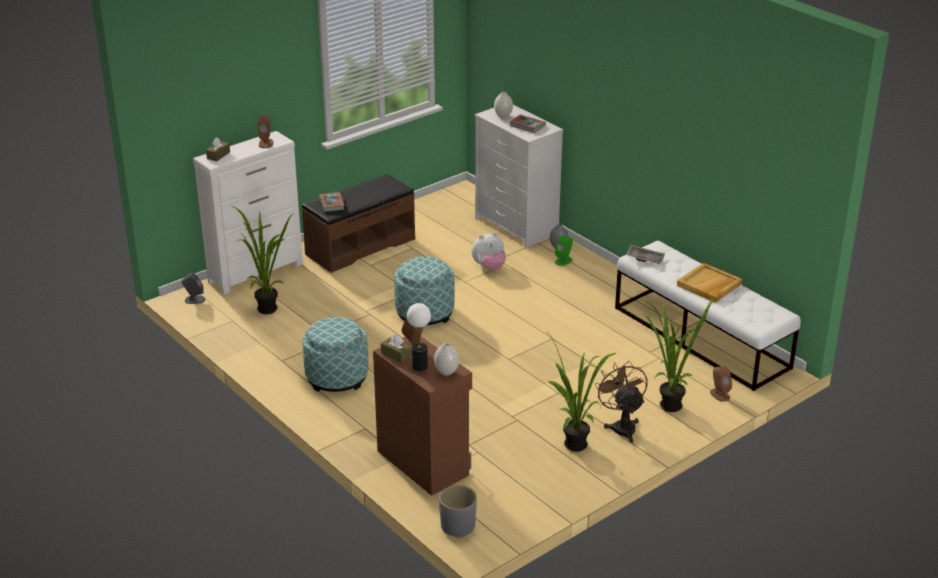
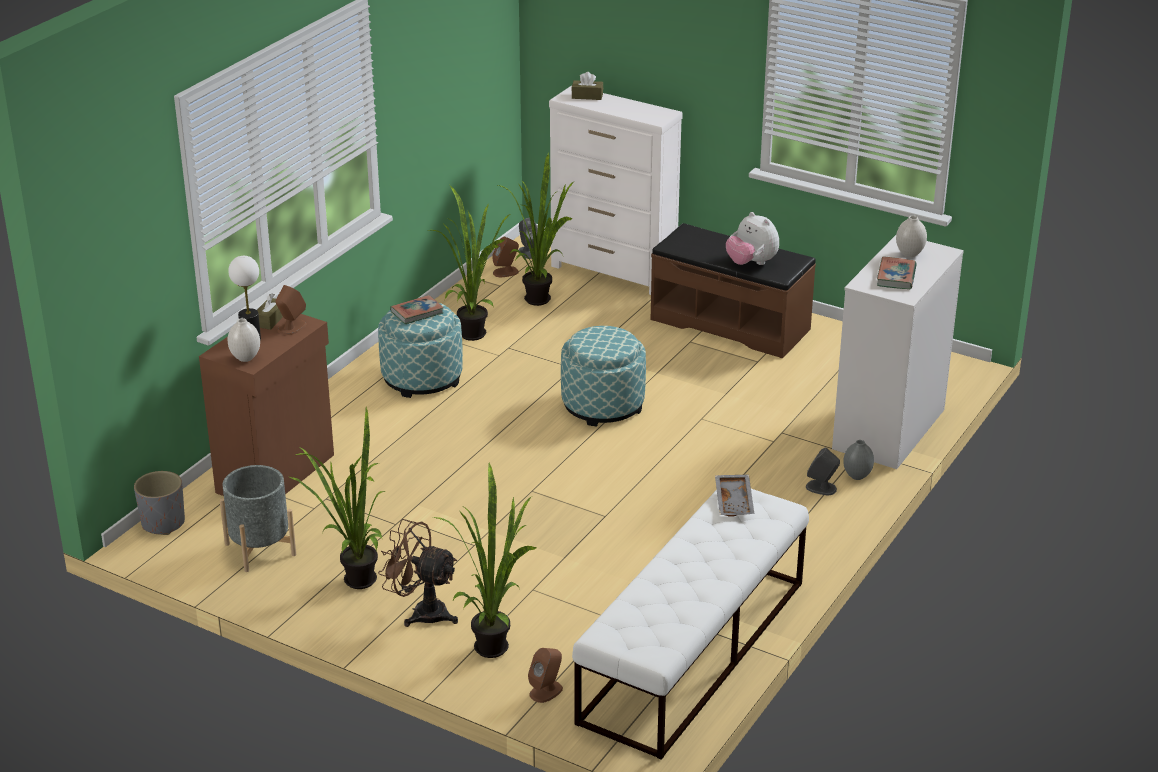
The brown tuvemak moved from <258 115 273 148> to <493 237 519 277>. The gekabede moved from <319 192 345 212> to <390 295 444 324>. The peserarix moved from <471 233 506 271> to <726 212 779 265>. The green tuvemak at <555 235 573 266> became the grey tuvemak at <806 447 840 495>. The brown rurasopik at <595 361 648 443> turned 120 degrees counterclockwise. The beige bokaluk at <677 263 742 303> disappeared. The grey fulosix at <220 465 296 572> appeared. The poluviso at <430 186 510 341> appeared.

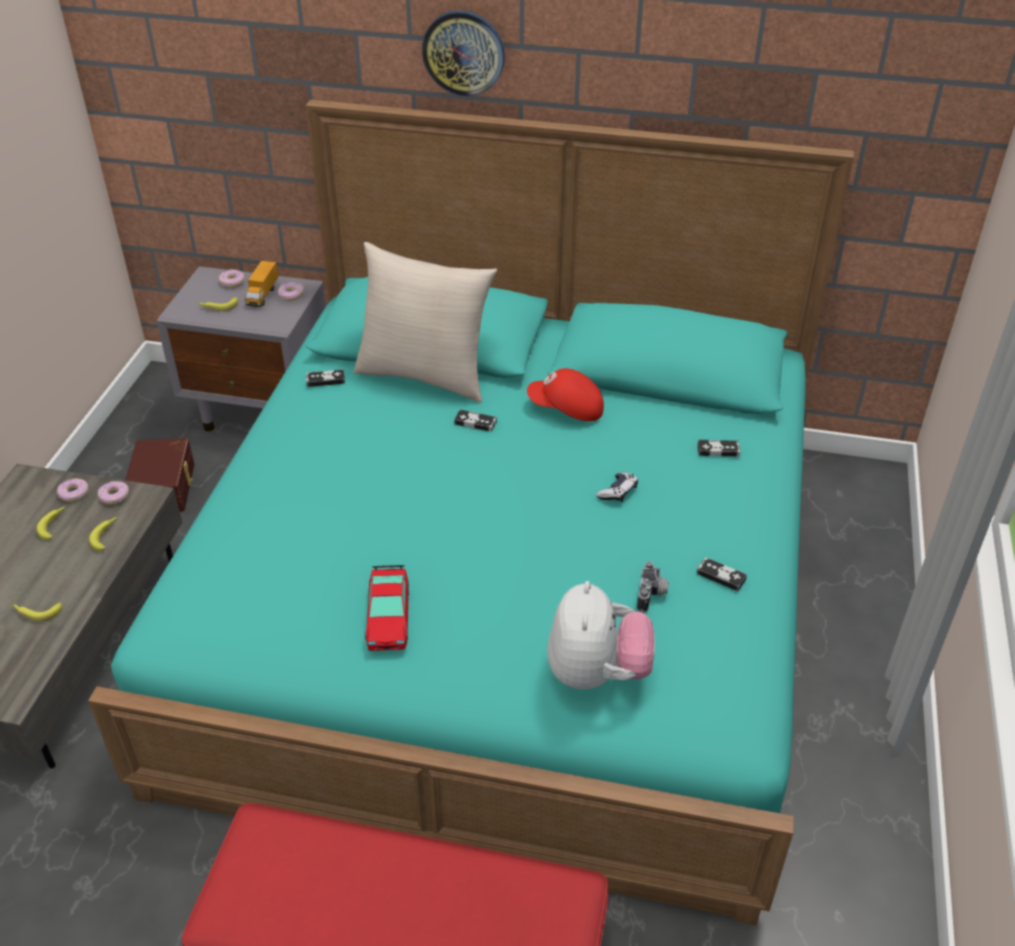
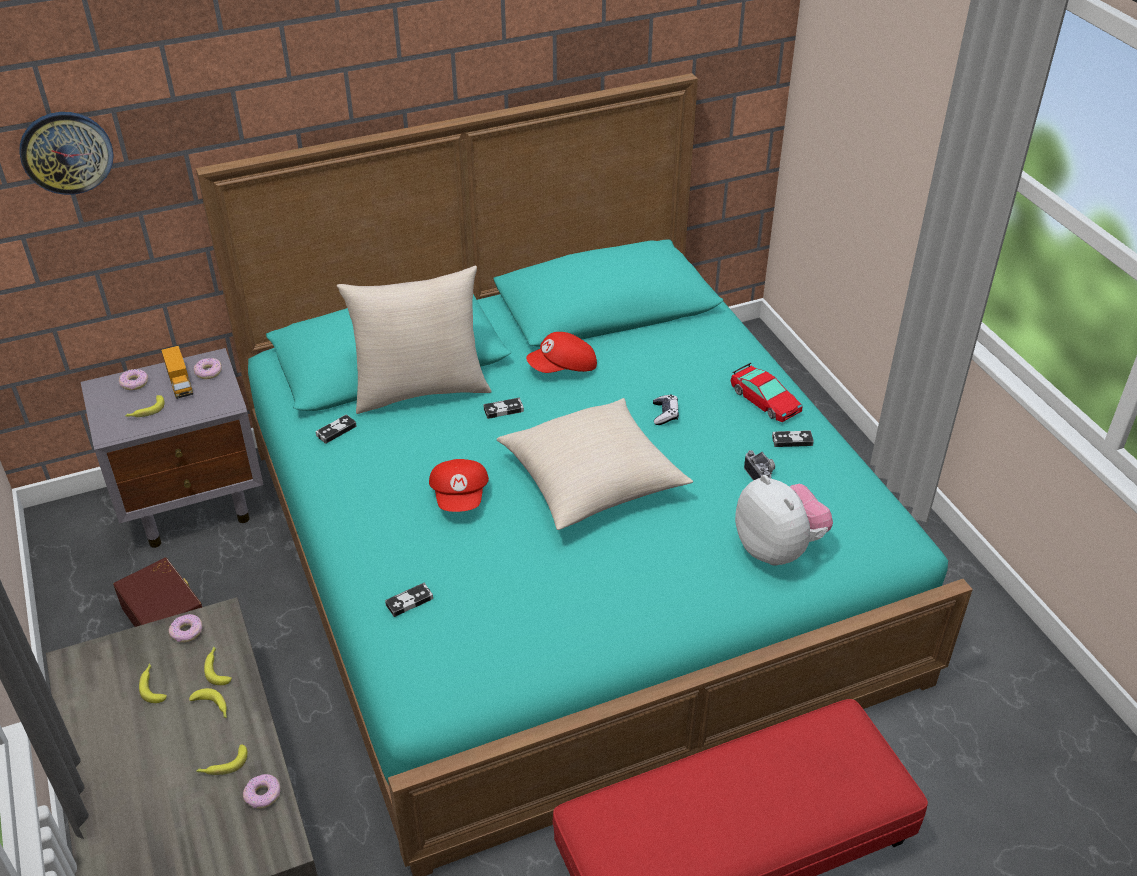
The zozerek moved from <57 478 89 502> to <243 774 280 809>. The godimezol moved from <365 565 409 651> to <731 363 802 422>. The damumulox moved from <422 10 505 96> to <19 112 114 195>. The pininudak moved from <697 440 740 457> to <385 583 433 617>. The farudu at <189 688 227 718> appeared. The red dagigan at <429 459 489 512> appeared. The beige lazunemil at <497 398 693 530> appeared.

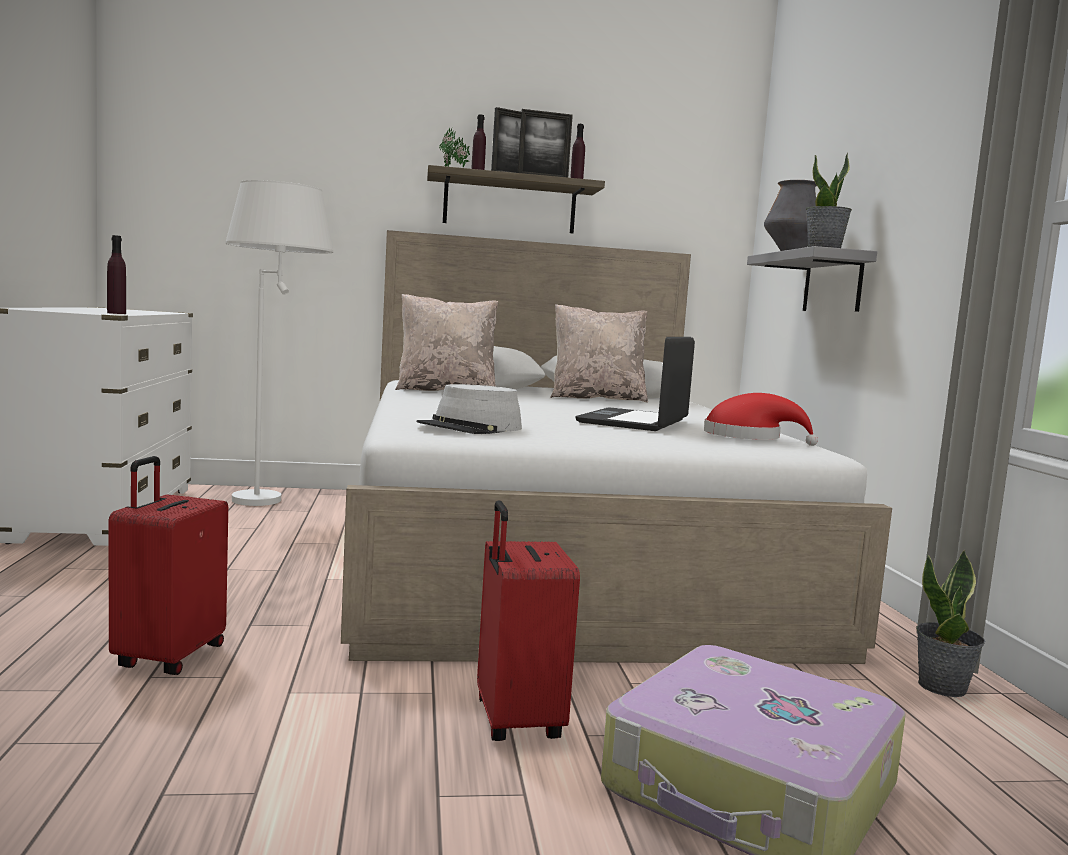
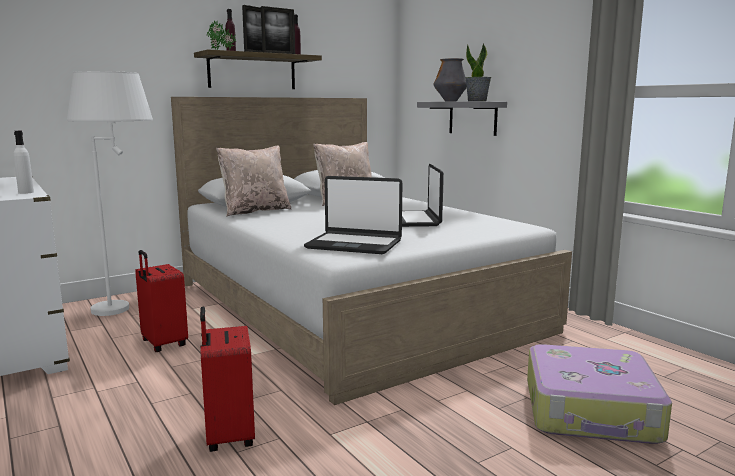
The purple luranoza at <107 235 126 314> became the white luranoza at <14 131 34 194>. The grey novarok at <417 384 522 434> was replaced by the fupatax at <304 176 402 254>. The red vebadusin moved from <477 500 580 741> to <135 250 188 352>. The red novarok at <704 393 818 446> disappeared. The poluviso at <916 550 985 697> disappeared.

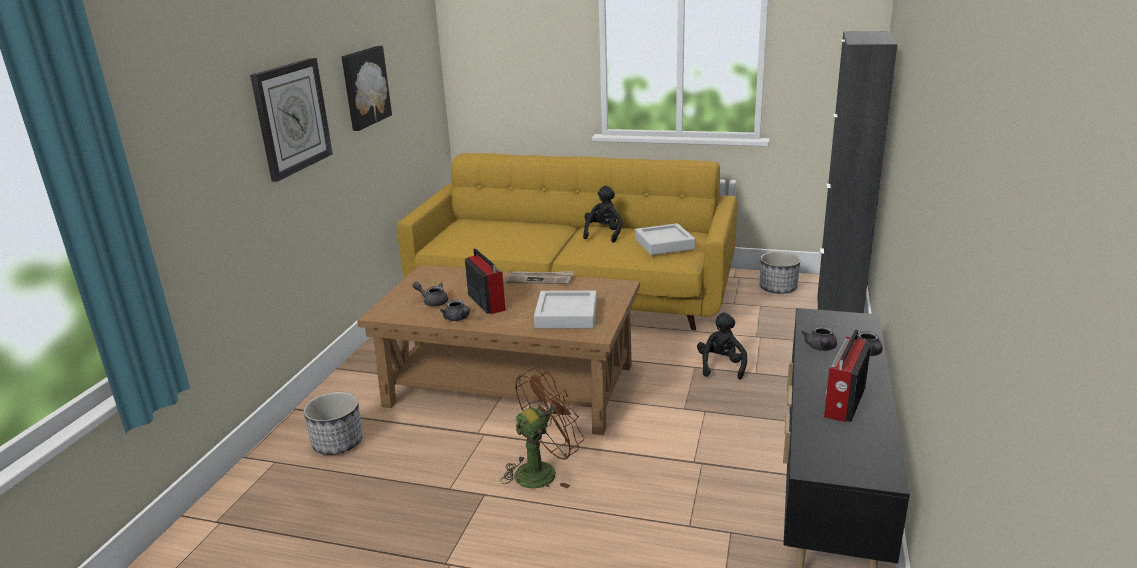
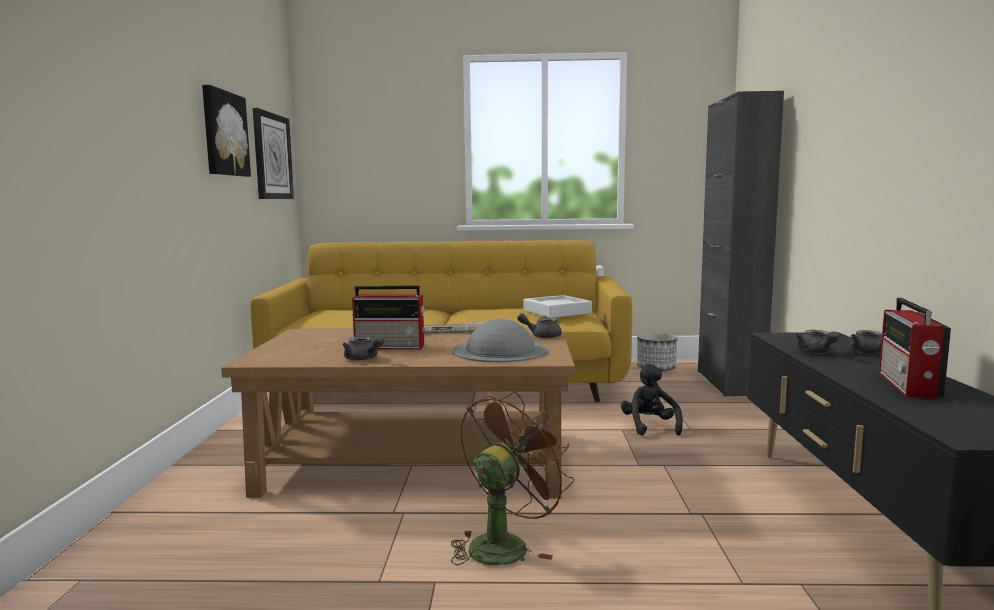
The damumulox moved from <250 58 333 182> to <253 108 294 199>. The fulosix at <303 392 363 455> disappeared. The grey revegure moved from <413 282 448 306> to <517 313 561 339>. The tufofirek at <465 248 506 314> turned 135 degrees clockwise. The grey bokaluk at <534 290 597 328> was replaced by the grey novarok at <452 319 549 362>. The black peserarix at <583 186 623 243> disappeared.

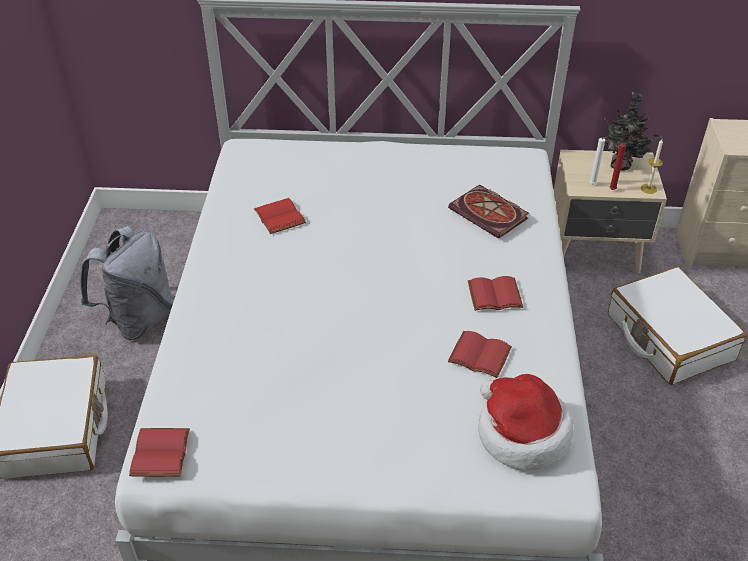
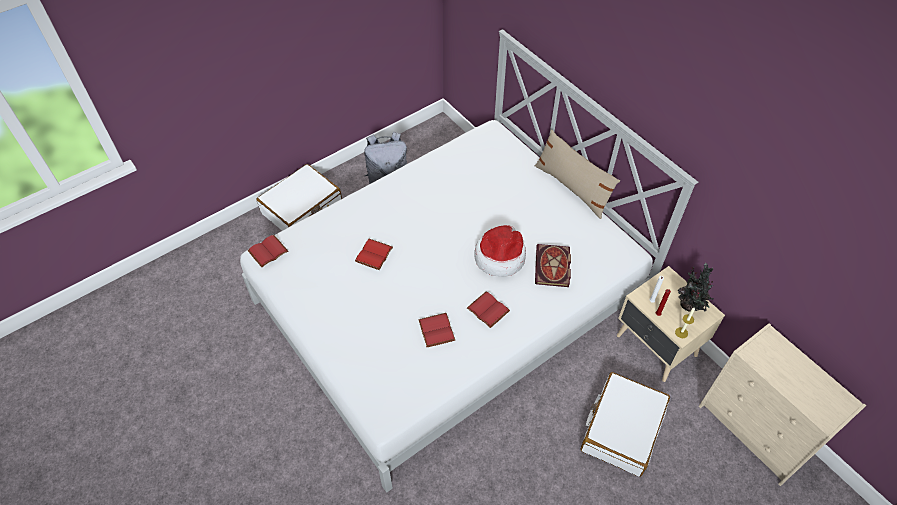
The red gekabede moved from <254 198 306 234> to <355 239 393 270>. The novarok moved from <478 374 573 470> to <474 225 526 277>. The beige lazunemil at <535 129 620 219> appeared.

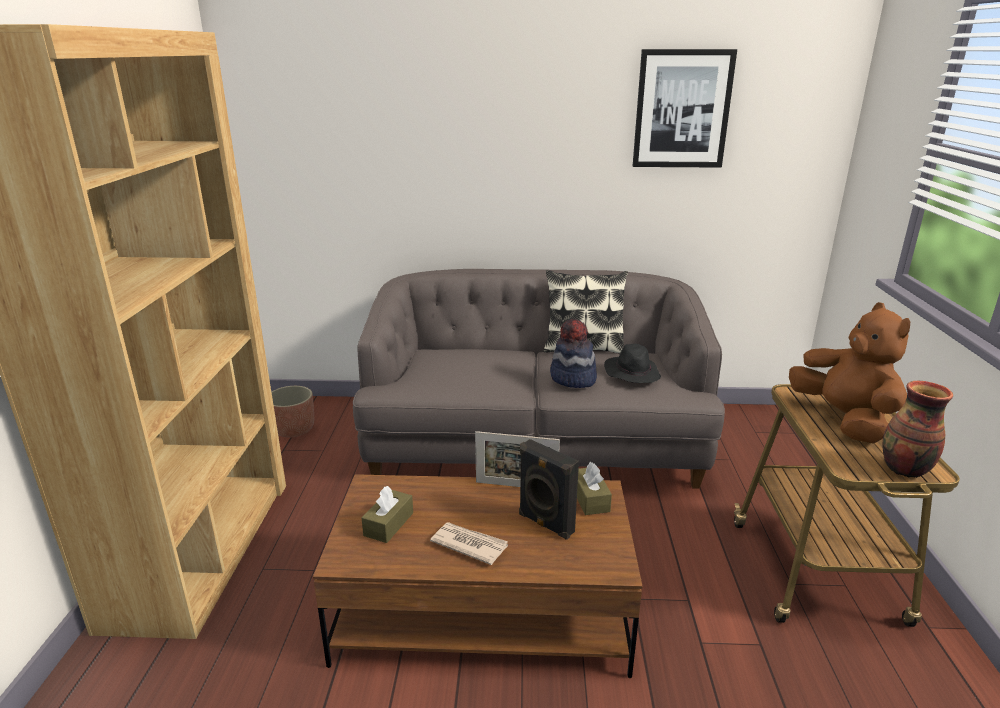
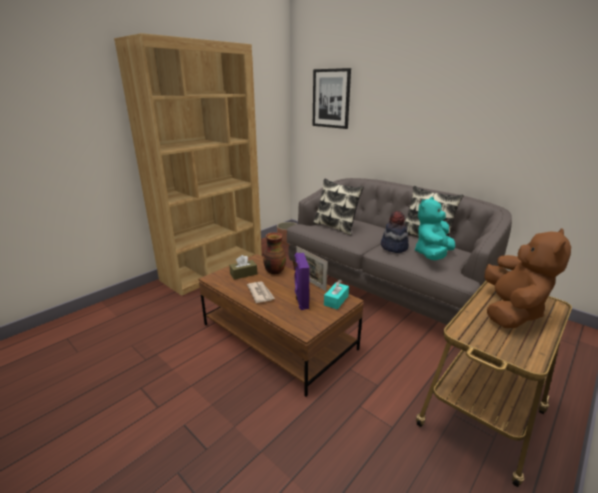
The black tuvemak at <519 439 579 540> became the purple tuvemak at <295 253 310 310>. The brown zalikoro at <577 462 612 515> became the turquoise zalikoro at <324 280 349 309>. The black novarok at <604 344 661 383> was replaced by the turquoise peserarix at <415 197 455 260>. The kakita moved from <633 49 737 168> to <313 68 351 129>. The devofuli moved from <882 381 953 478> to <263 232 286 275>. The lazunemil at <313 178 364 235> appeared.

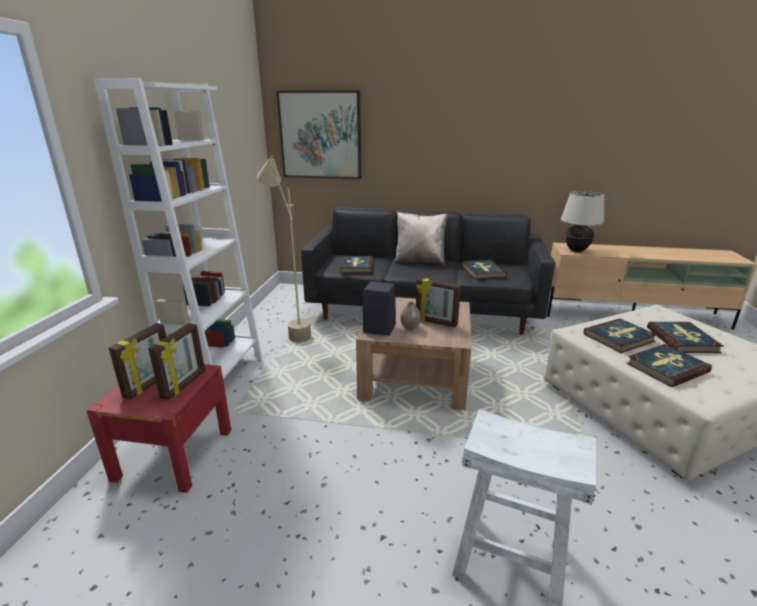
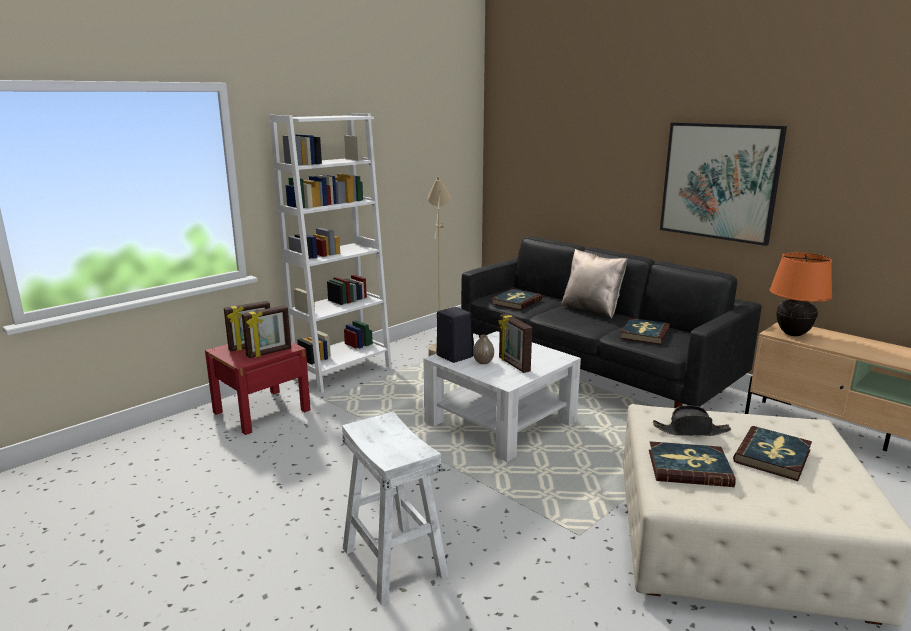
The kakita moved from <276 90 361 179> to <660 122 787 246>. The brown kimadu at <356 297 471 410> became the white kimadu at <424 331 581 462>. The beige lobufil at <561 191 605 252> became the orange lobufil at <769 252 833 336>. The gekabede at <584 318 657 353> was replaced by the black novarok at <653 405 731 436>.

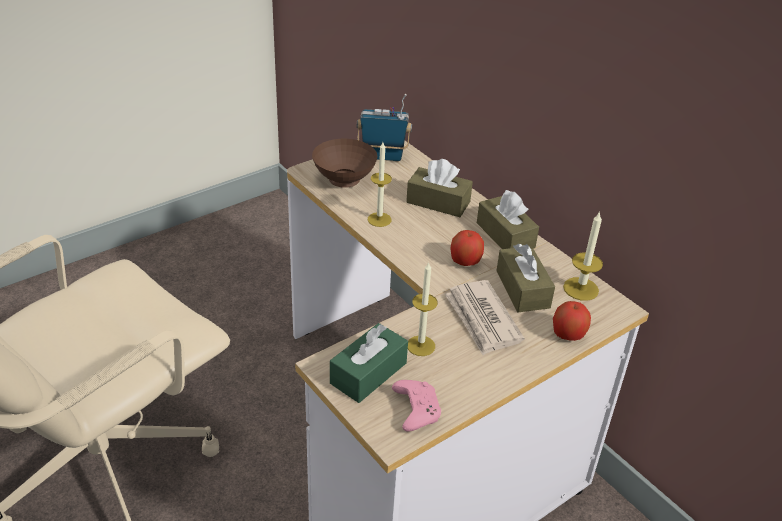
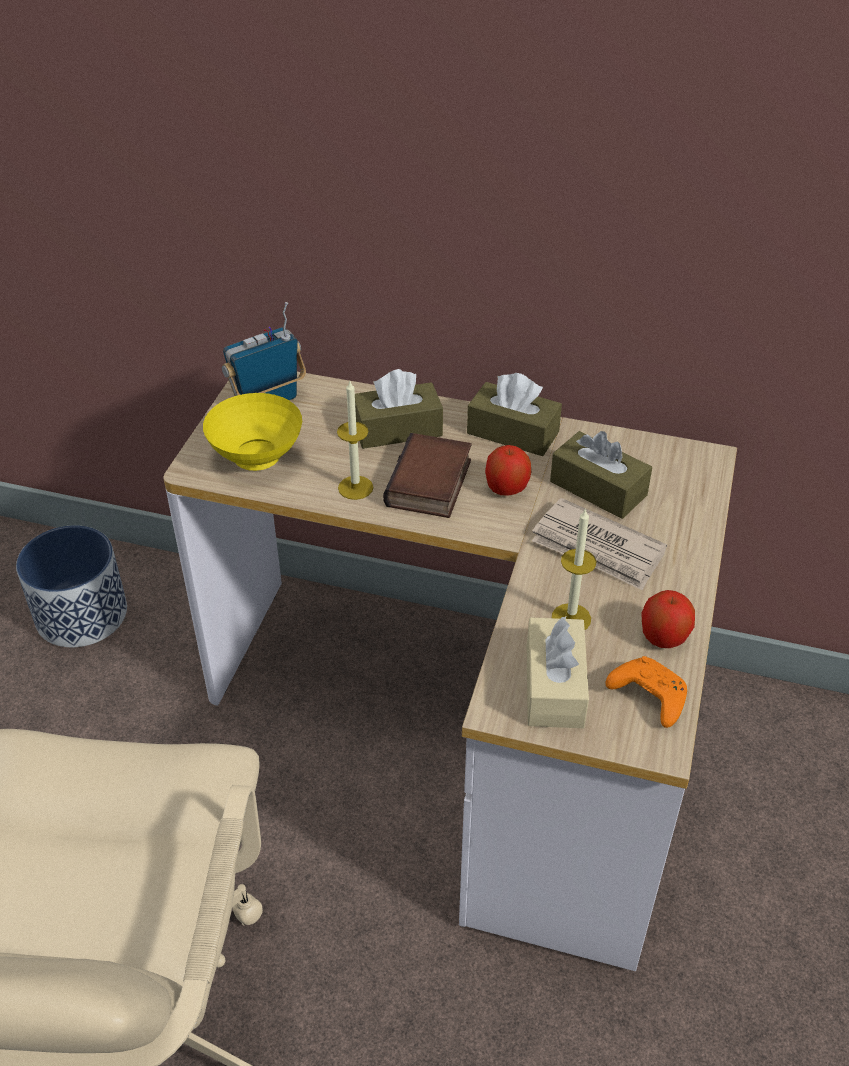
The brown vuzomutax at <312 139 377 188> became the yellow vuzomutax at <203 393 302 471>. The green zalikoro at <330 323 408 403> became the beige zalikoro at <527 617 589 728>. The pink pininudak at <392 380 441 432> became the orange pininudak at <605 656 687 728>. The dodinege moved from <553 301 591 341> to <642 590 695 648>. The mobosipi at <563 211 603 301> disappeared. The fulosix at <16 525 127 647> appeared. The gekabede at <383 433 472 518> appeared.

